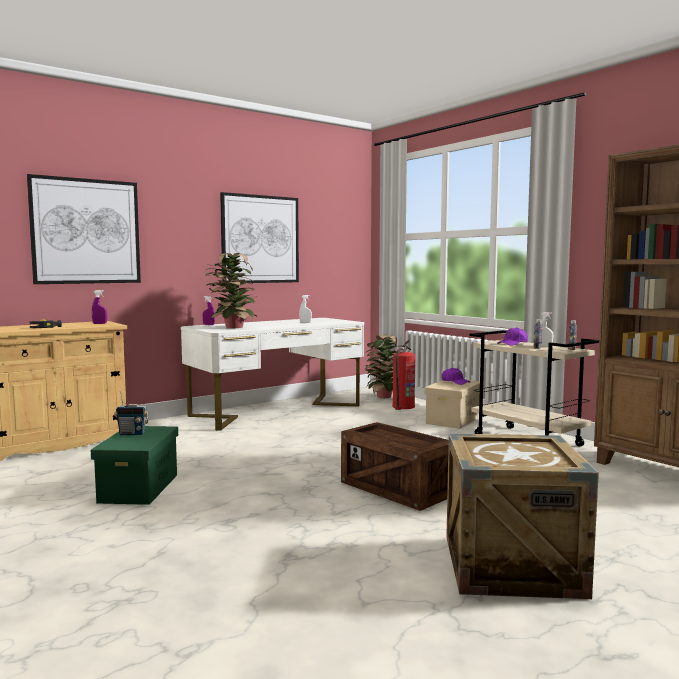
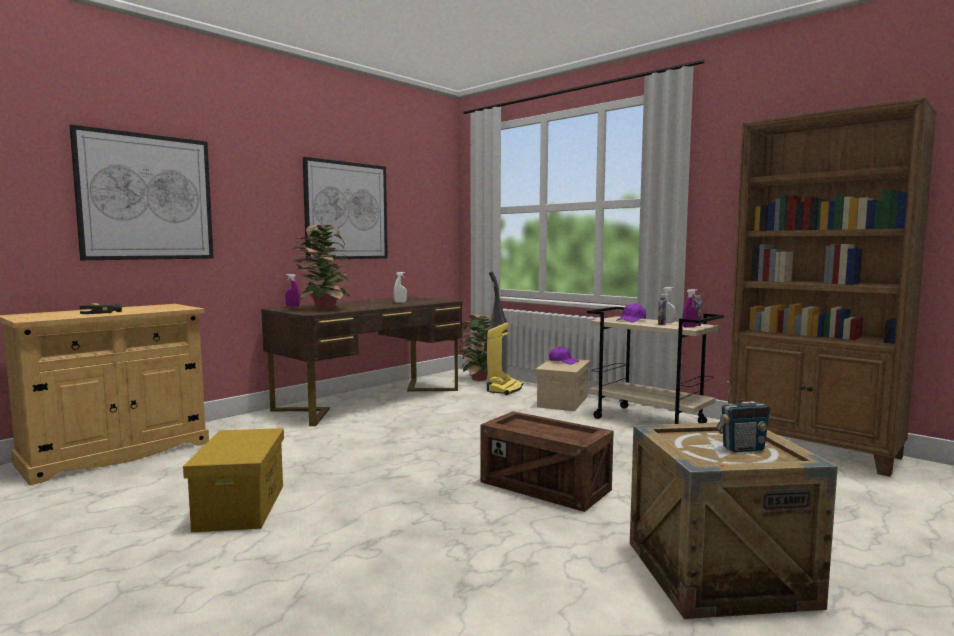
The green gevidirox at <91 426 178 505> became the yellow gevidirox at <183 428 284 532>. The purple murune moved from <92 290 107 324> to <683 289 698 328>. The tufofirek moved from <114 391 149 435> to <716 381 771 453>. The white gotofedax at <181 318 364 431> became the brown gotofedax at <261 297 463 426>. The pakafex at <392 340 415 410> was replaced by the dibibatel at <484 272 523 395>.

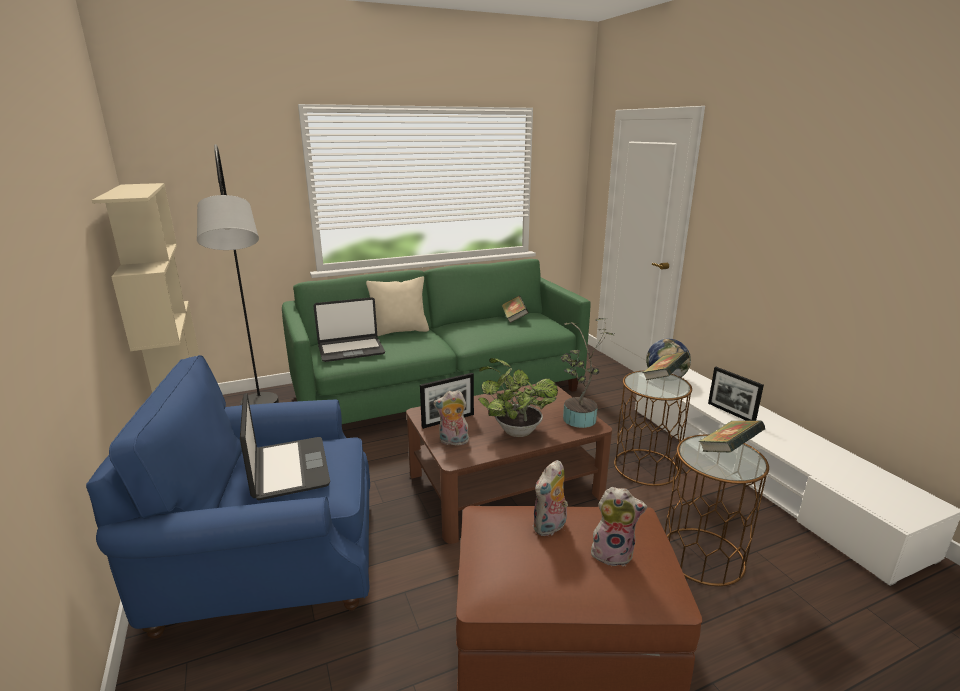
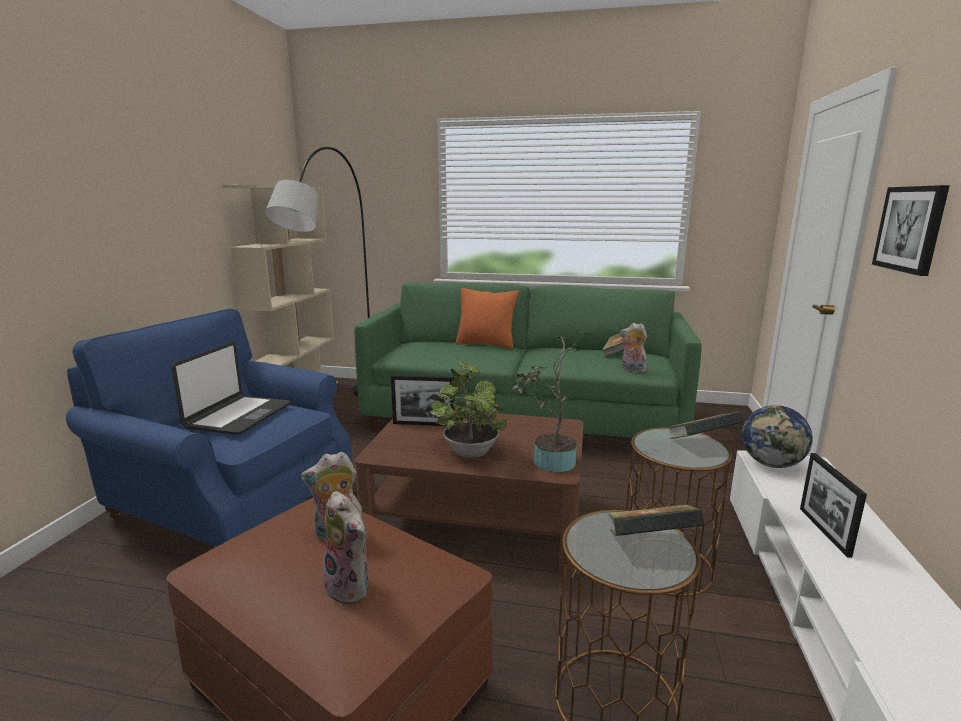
The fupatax at <314 297 385 362> disappeared. The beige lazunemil at <366 277 429 336> became the orange lazunemil at <456 288 519 349>. The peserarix moved from <433 390 469 445> to <620 323 648 373>. The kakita at <872 185 950 276> appeared.

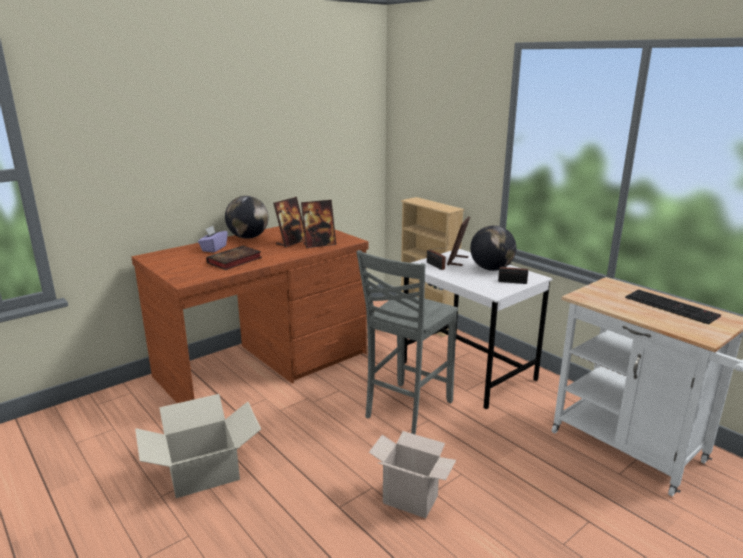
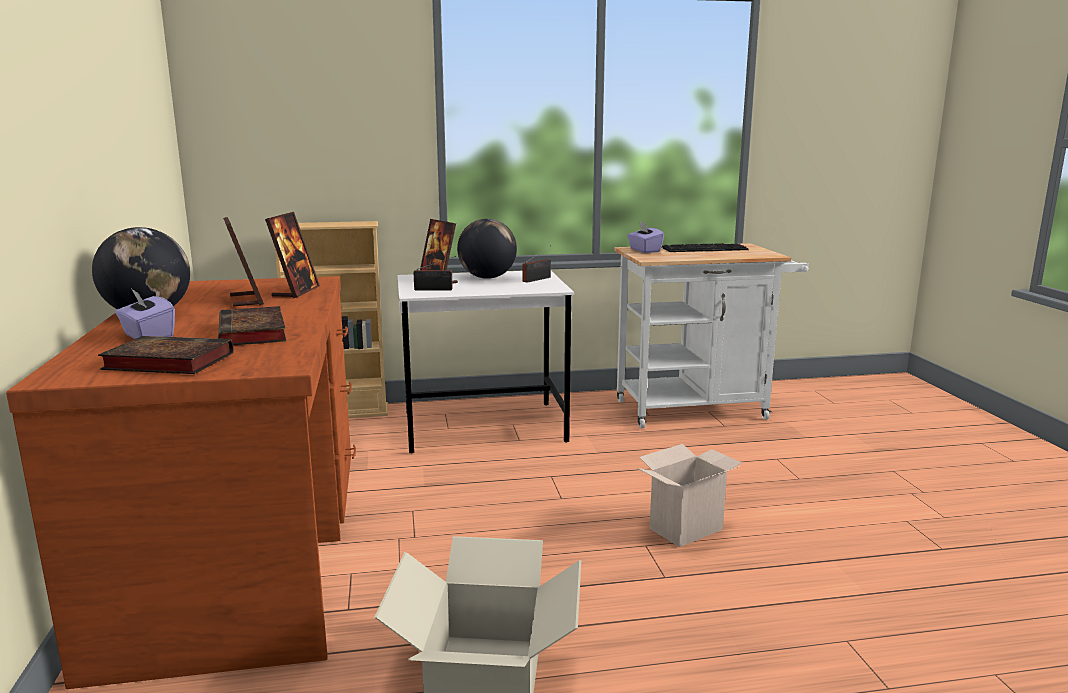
The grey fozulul at <357 250 458 434> disappeared. The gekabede at <98 336 233 374> appeared. The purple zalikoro at <627 222 664 253> appeared.

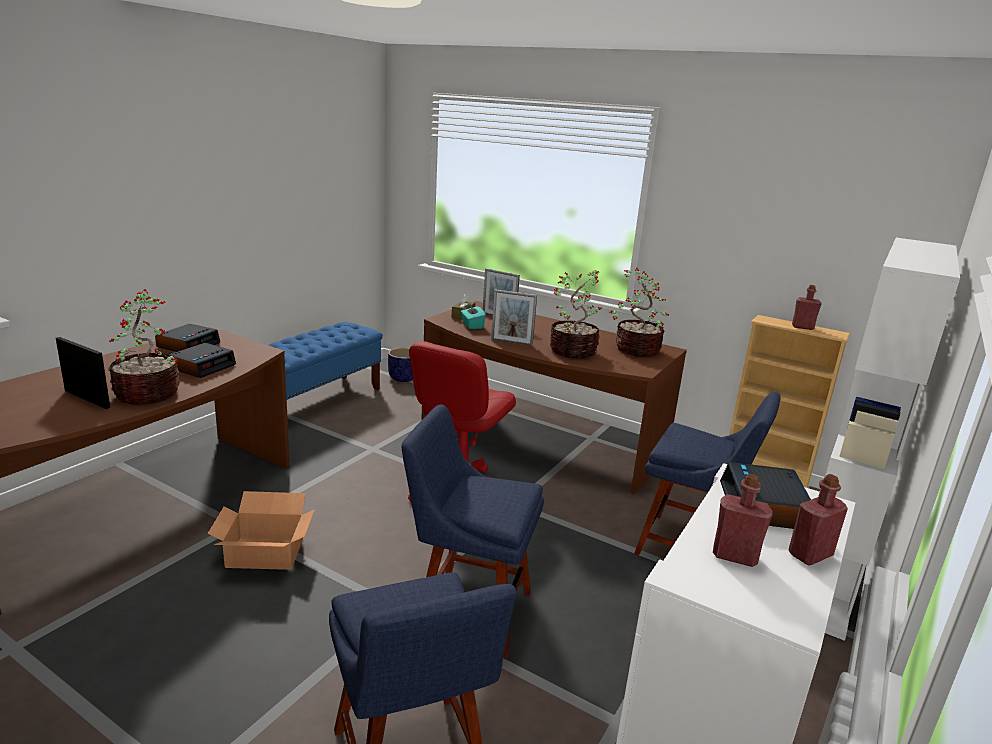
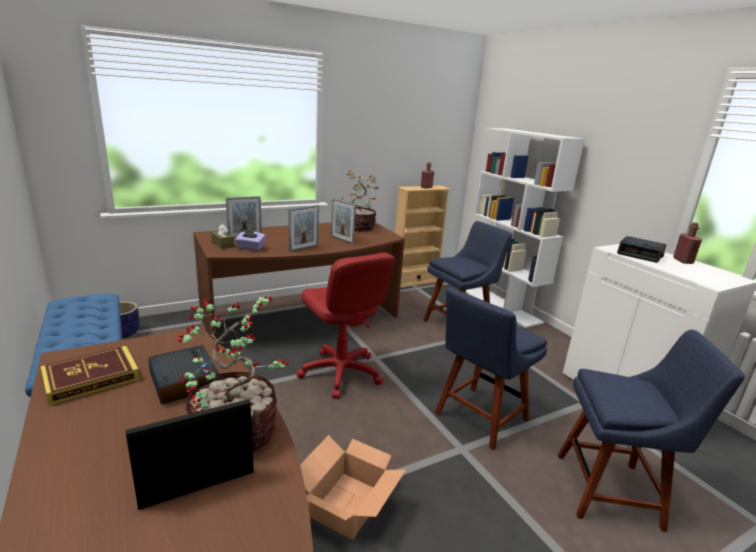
The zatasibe at <155 324 220 352> was replaced by the gekabede at <40 346 140 406>. The turquoise zalikoro at <461 304 486 329> became the purple zalikoro at <235 229 266 251>. The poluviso at <550 270 602 359> was replaced by the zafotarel at <331 198 356 244>. The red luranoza at <713 474 773 567> disappeared.

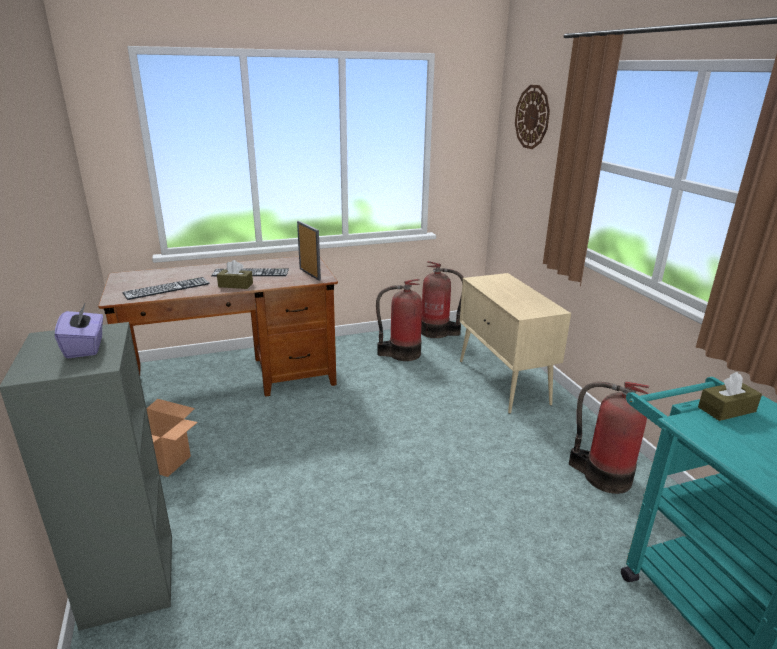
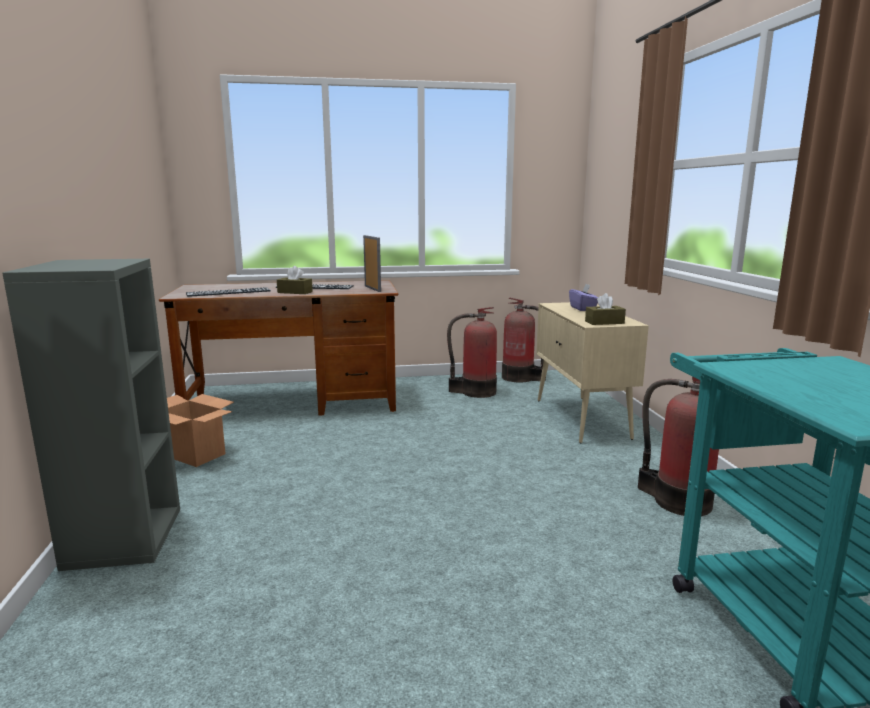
The purple zalikoro moved from <55 302 103 358> to <569 284 598 311>. The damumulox at <515 85 550 149> disappeared. The brown zalikoro moved from <698 372 762 421> to <585 293 626 325>.

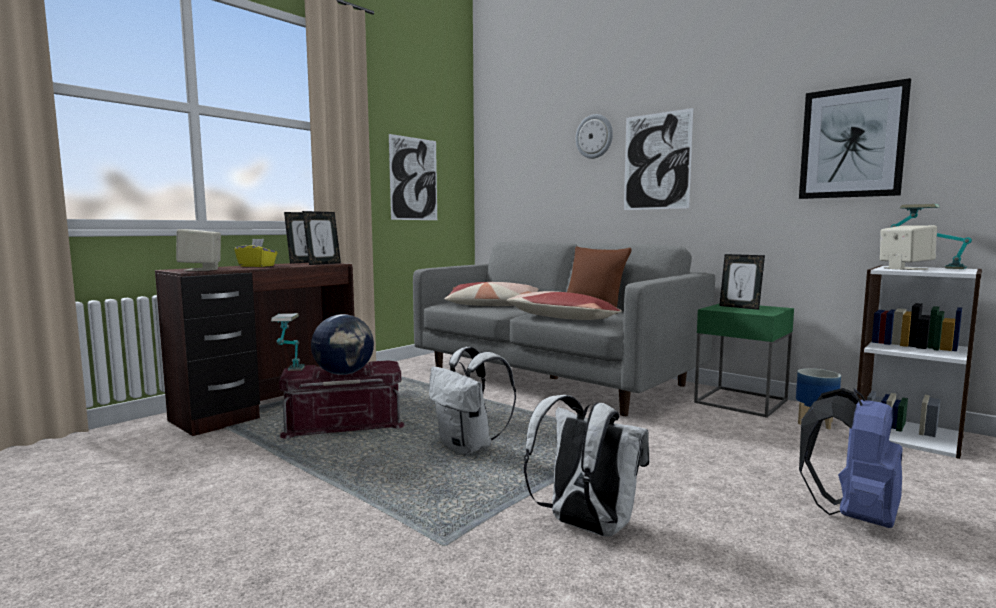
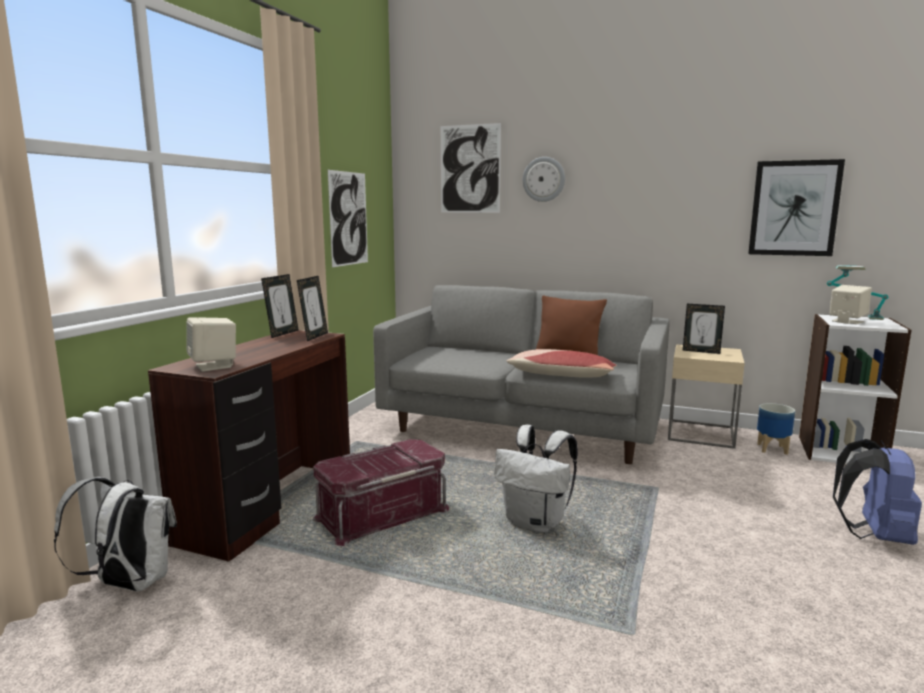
The yellow zalikoro at <234 239 277 267> disappeared. The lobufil at <271 313 305 371> disappeared. The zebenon at <311 314 374 375> disappeared. The lazunemil at <444 282 538 306> disappeared. The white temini moved from <524 395 649 537> to <54 477 177 592>. The kakita moved from <624 108 693 210> to <441 123 501 213>. The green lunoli at <694 303 794 418> became the beige lunoli at <668 344 745 449>.

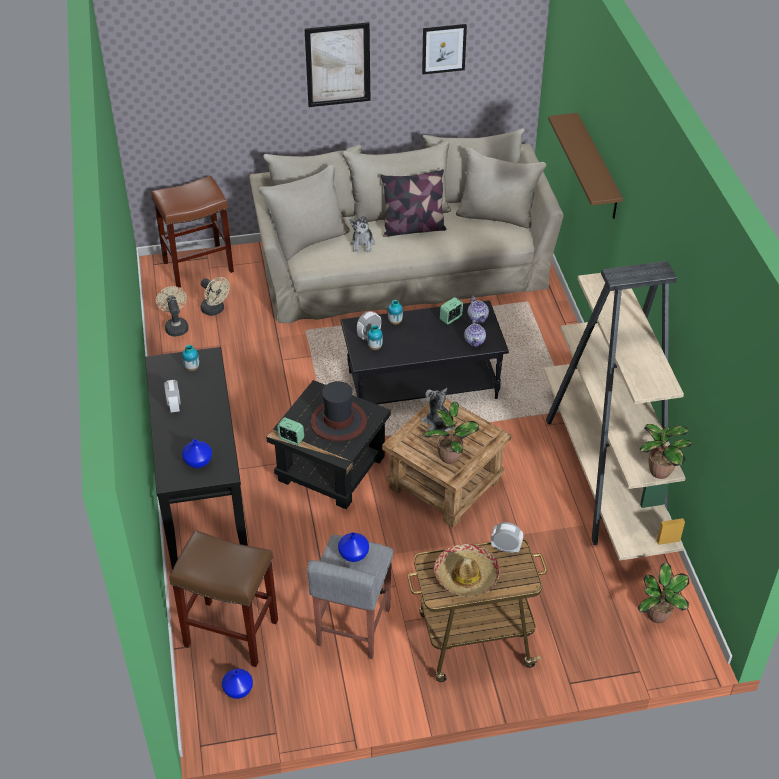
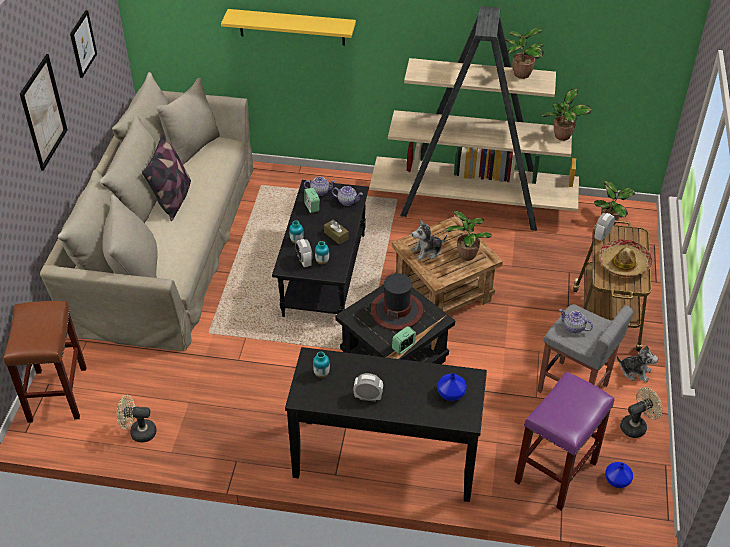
The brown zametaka at <169 530 278 667> became the purple zametaka at <514 371 614 510>. The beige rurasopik moved from <200 277 230 316> to <620 387 663 438>. The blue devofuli at <338 532 369 562> was replaced by the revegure at <559 309 593 333>. The peserarix moved from <349 215 375 252> to <617 345 658 382>. The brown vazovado at <548 113 623 219> became the yellow vazovado at <221 9 356 45>. The brown zalikoro at <324 220 349 244> appeared. The poluviso at <505 28 544 79> appeared.

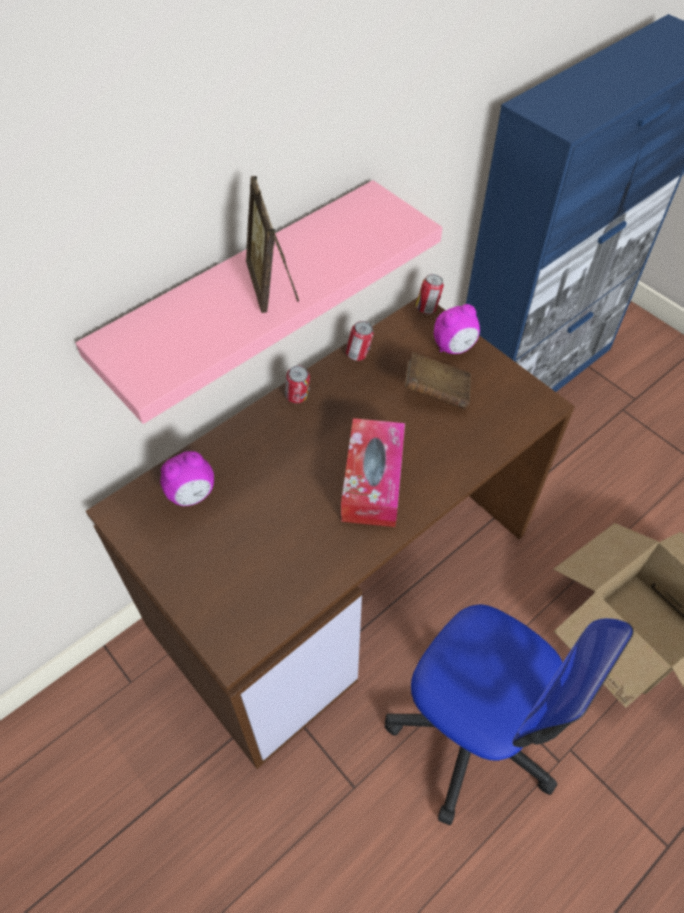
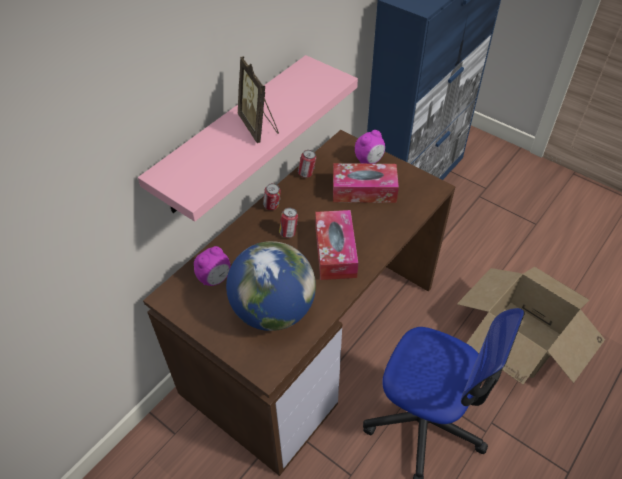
The brown gekabede at <405 352 471 409> was replaced by the zalikoro at <333 163 399 203>. The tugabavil moved from <416 274 444 314> to <279 208 298 238>. The zebenon at <226 241 316 331> appeared.

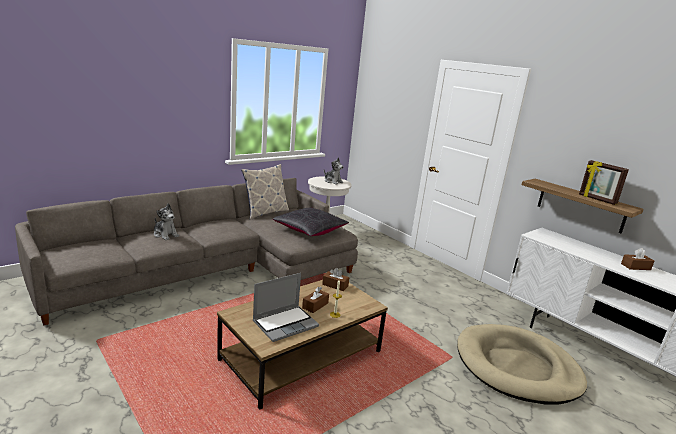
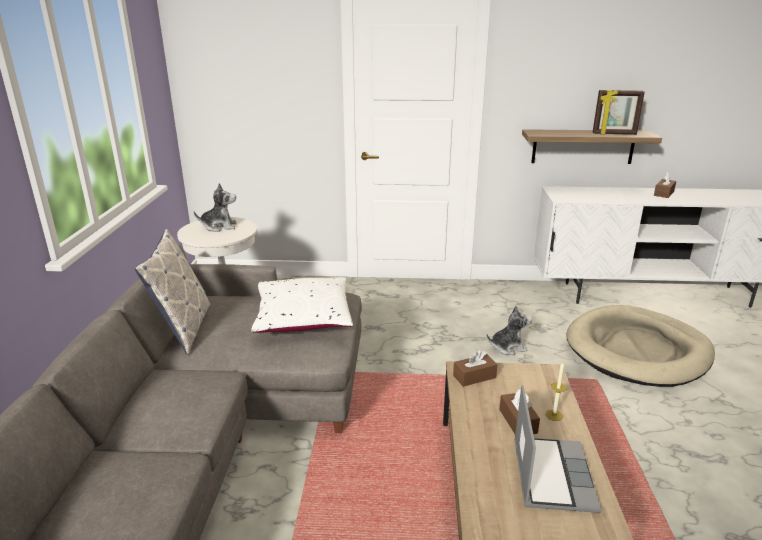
The peserarix moved from <154 203 179 240> to <486 306 532 355>. The black lazunemil at <273 207 349 236> became the white lazunemil at <251 277 353 333>.

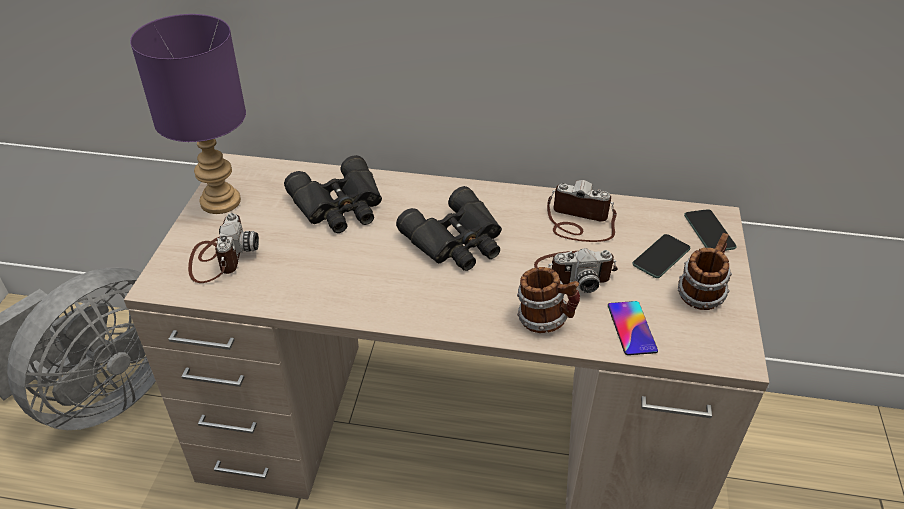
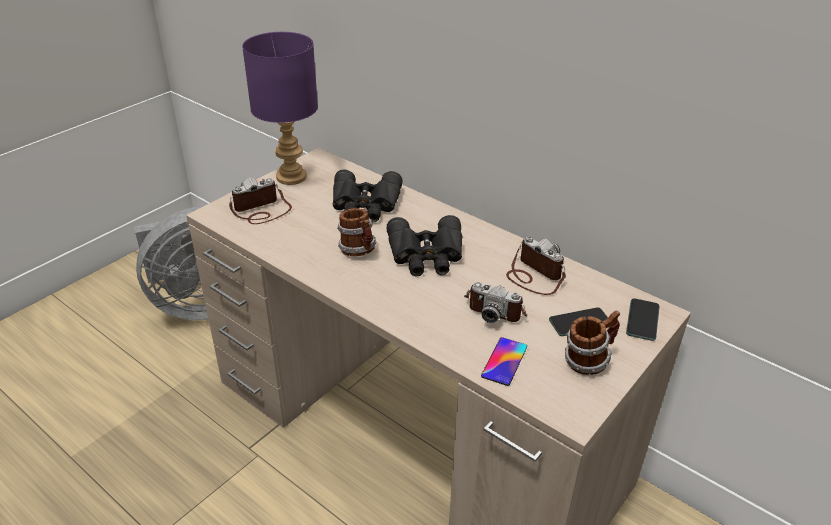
The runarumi at <188 213 259 283> turned 150 degrees counterclockwise. The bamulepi moved from <517 267 580 333> to <337 208 376 256>.

